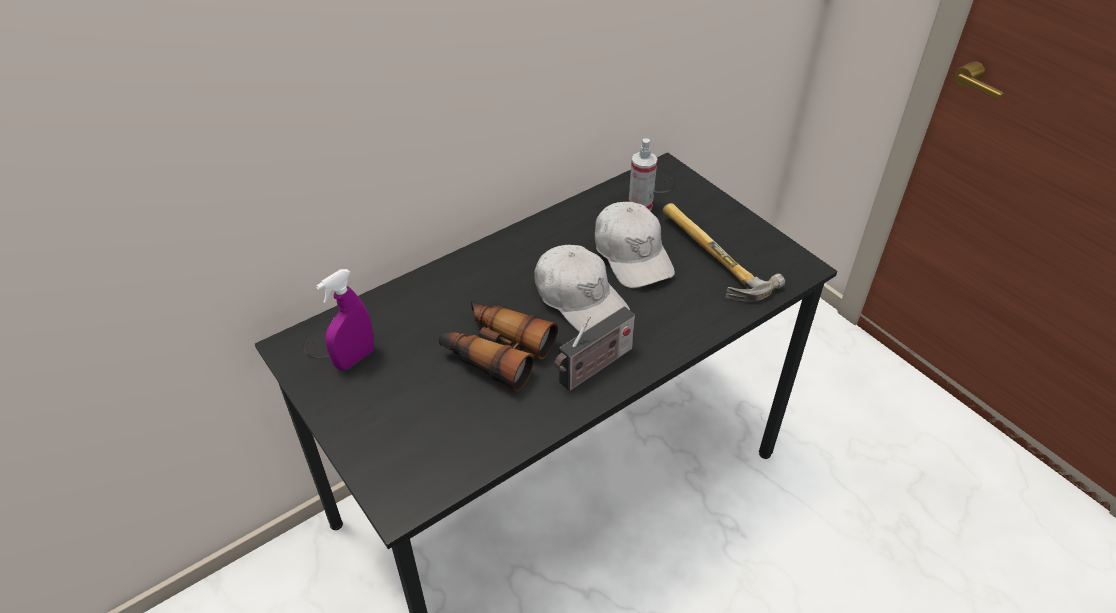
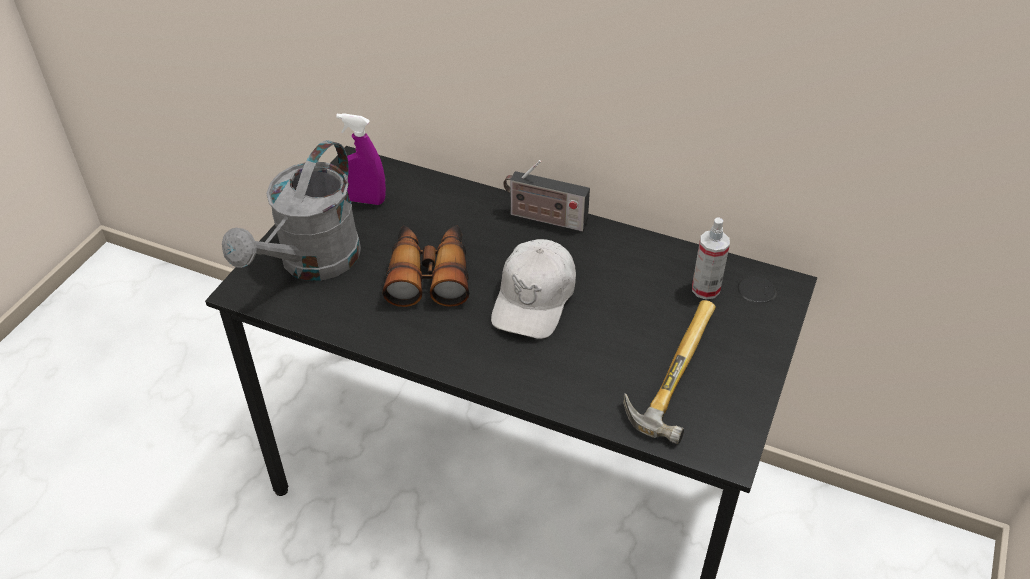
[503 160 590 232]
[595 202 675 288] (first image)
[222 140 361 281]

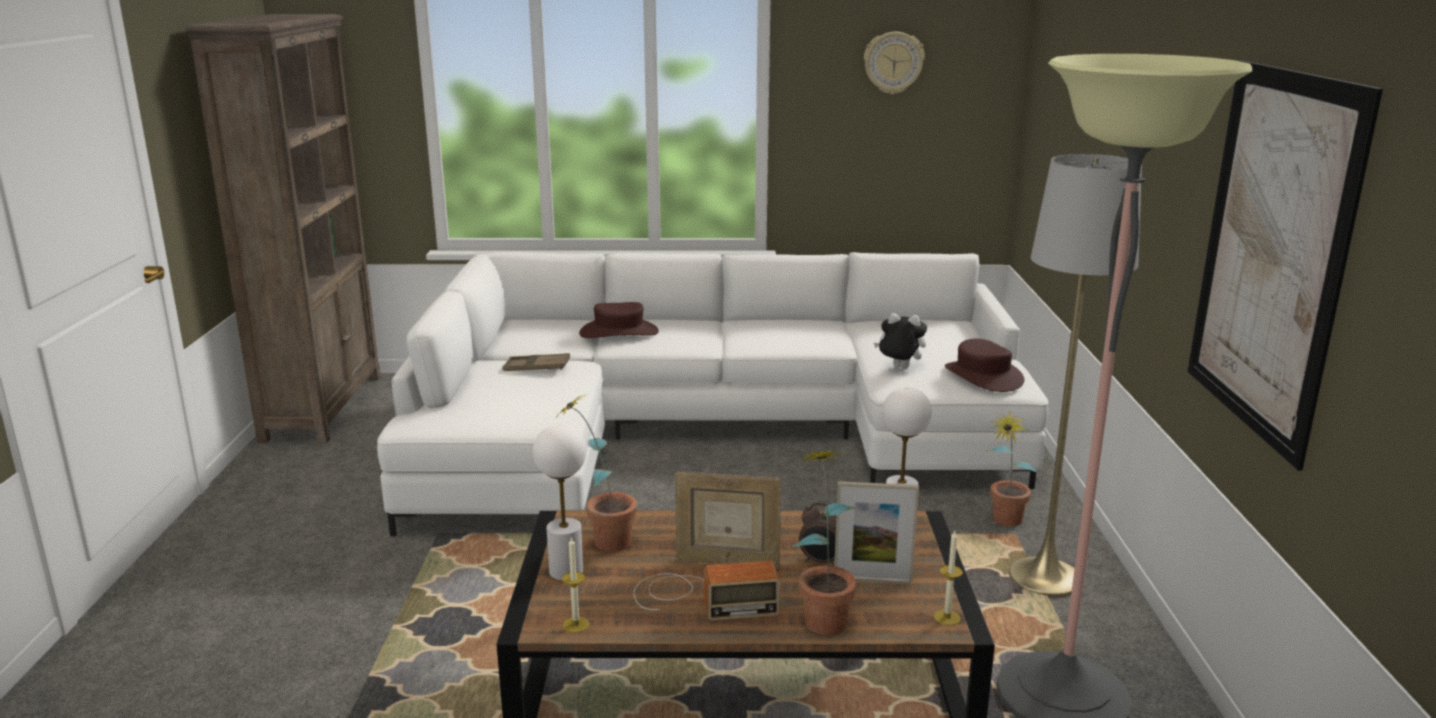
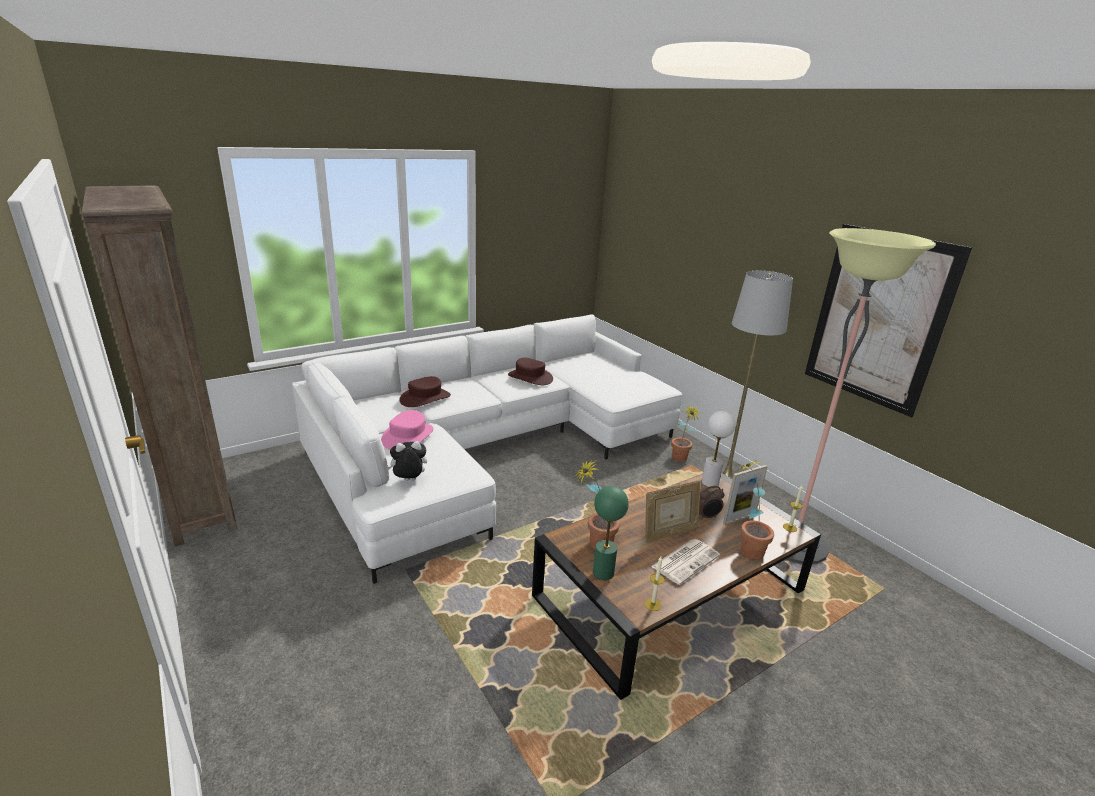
[381 410 434 450]
[593 486 629 580]
[651 539 720 585]
[864 31 925 95] (first image)
[387 441 427 481]
[508 358 553 385]

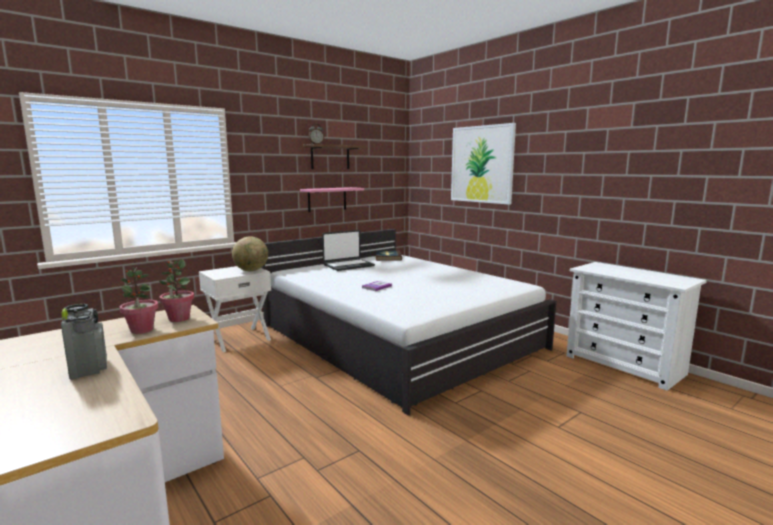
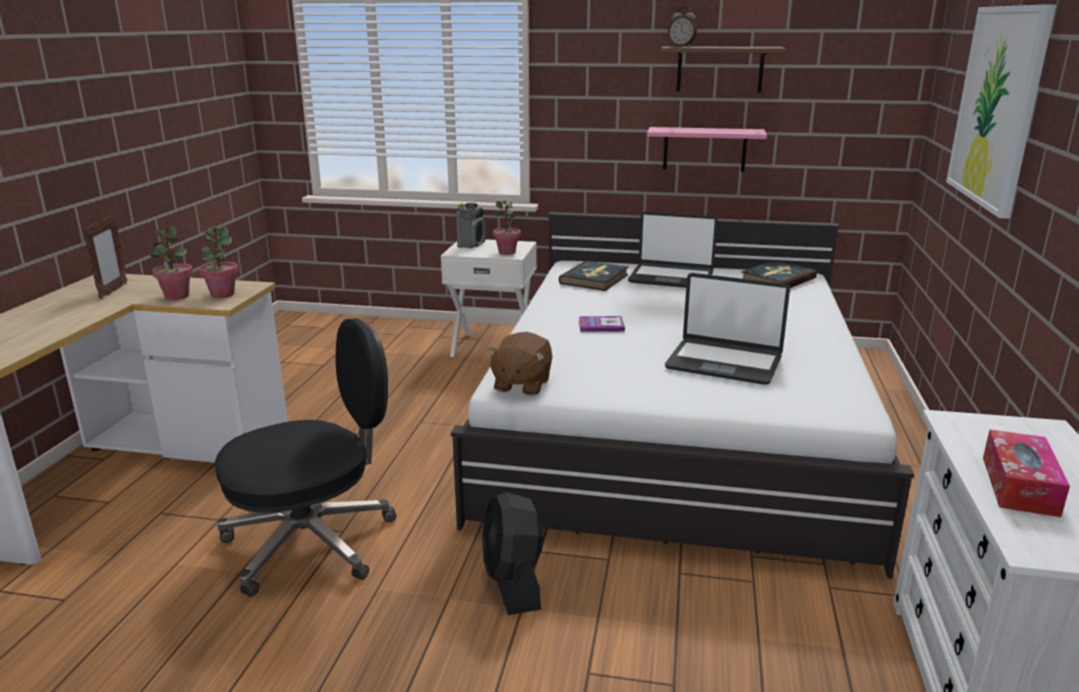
[456 203 486 248]
[493 200 521 255]
[83 214 128 299]
[215 318 396 597]
[482 492 544 615]
[487 332 553 396]
[559 261 628 291]
[665 273 790 385]
[983 429 1070 517]

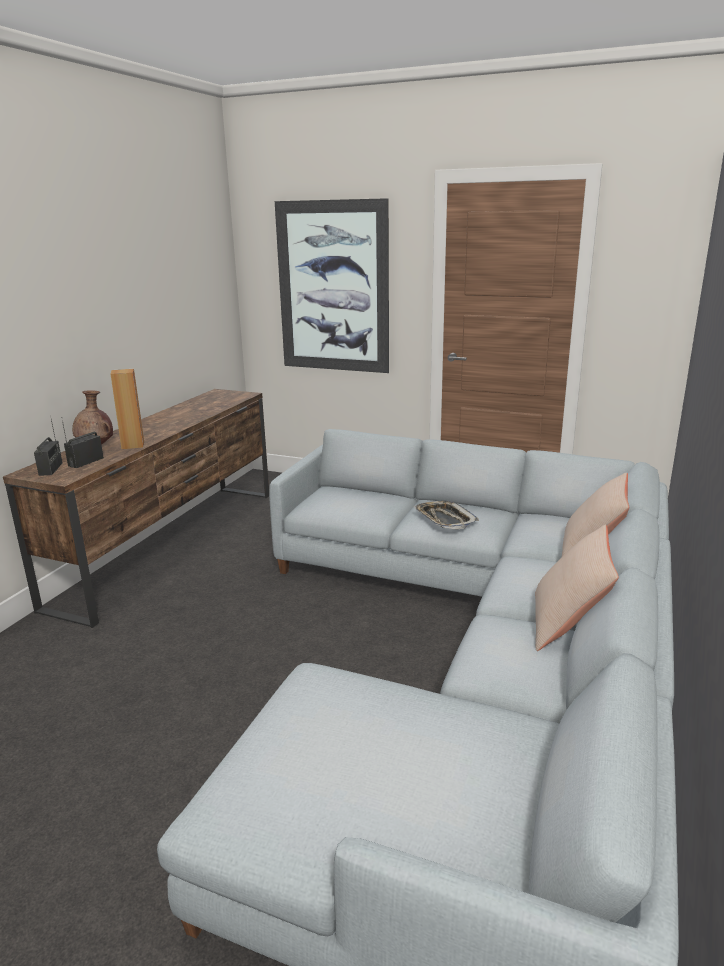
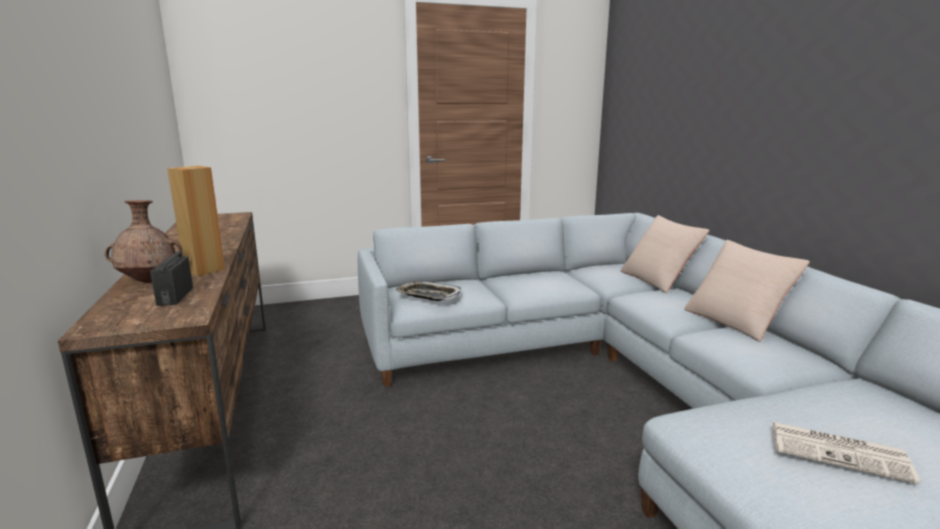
[34 416 63 476] (first image)
[275 198 389 373] (first image)
[396 281 462 301]
[772 422 920 484]

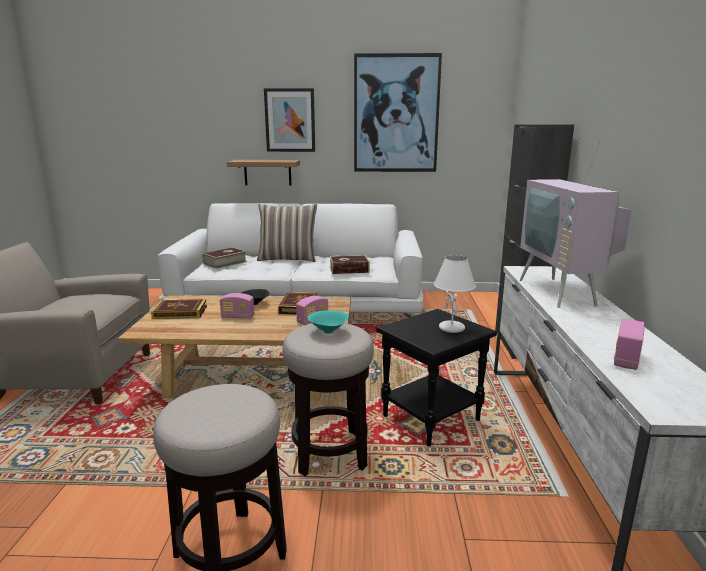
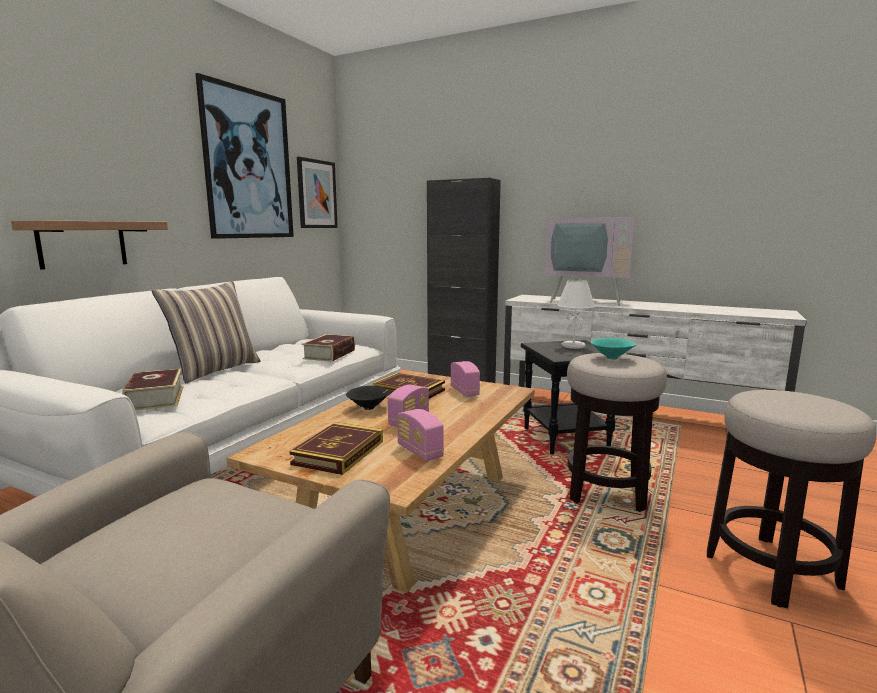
[297 157 338 228]
[397 409 444 461]

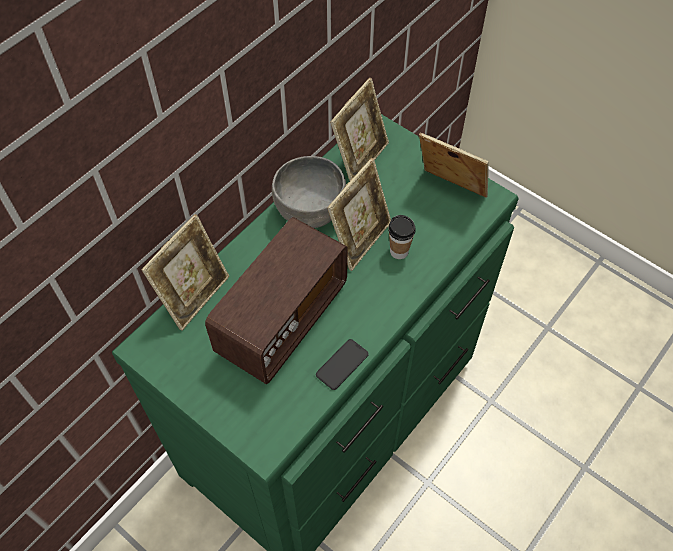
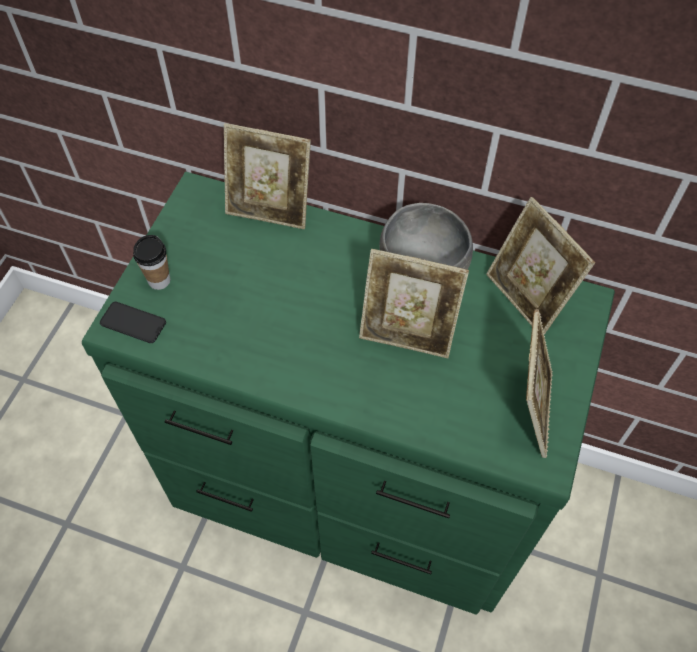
[205 217 348 384] (first image)
[100 302 166 343]
[486 197 595 335]
[133 235 170 290]

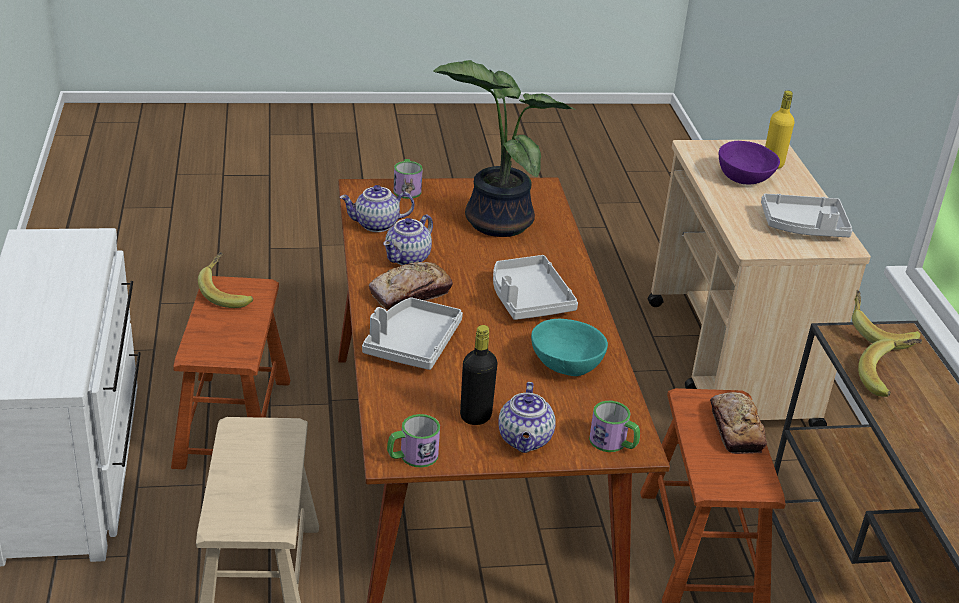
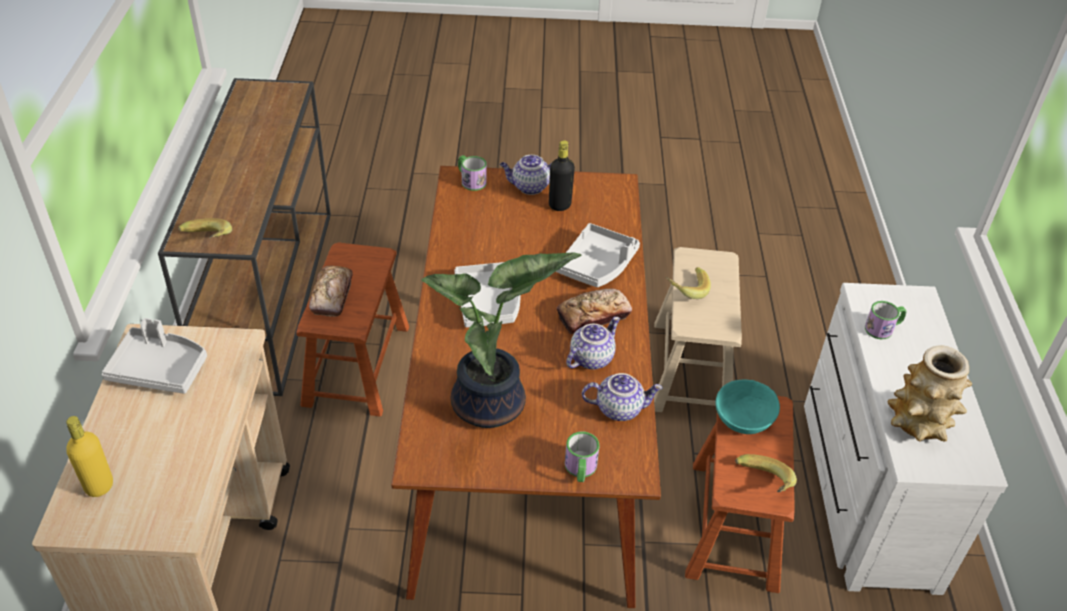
[865 301 907 340]
[500 155 552 195]
[716 380 780 434]
[719 141 780 184] (first image)
[666 267 711 299]
[887 345 972 442]

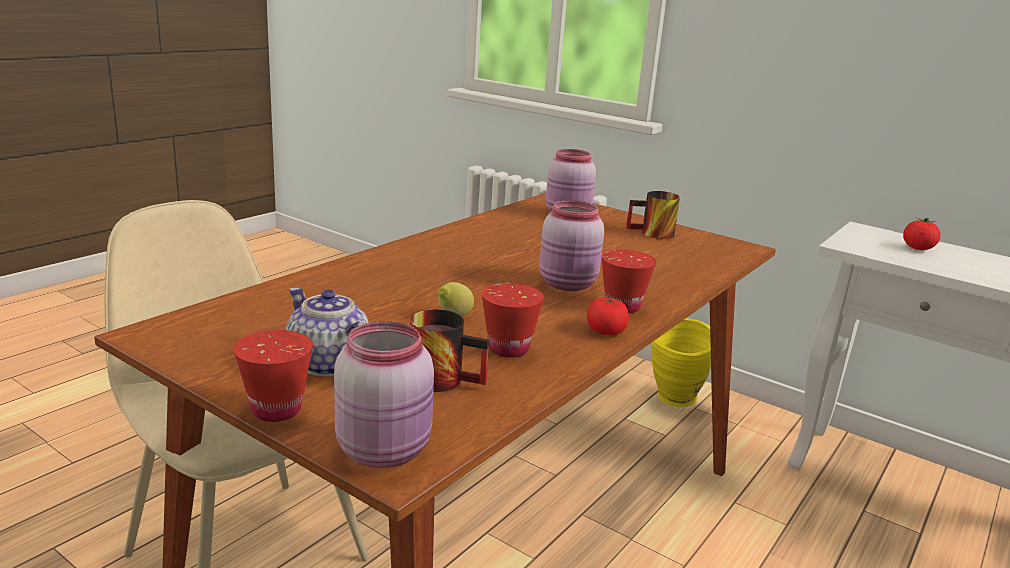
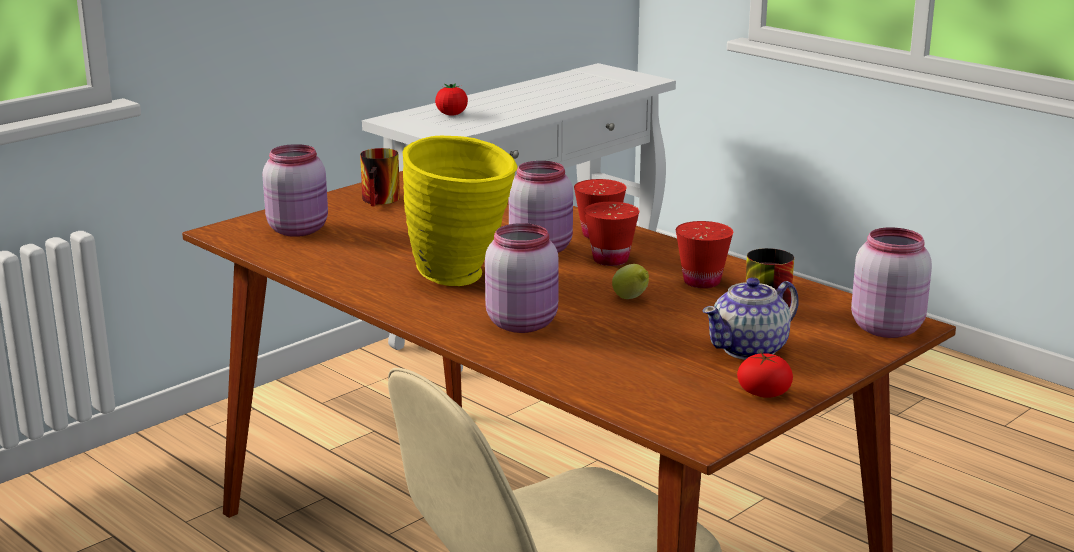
[584 202 639 266]
[737 353 793 398]
[403 136 518 286]
[485 223 559 333]

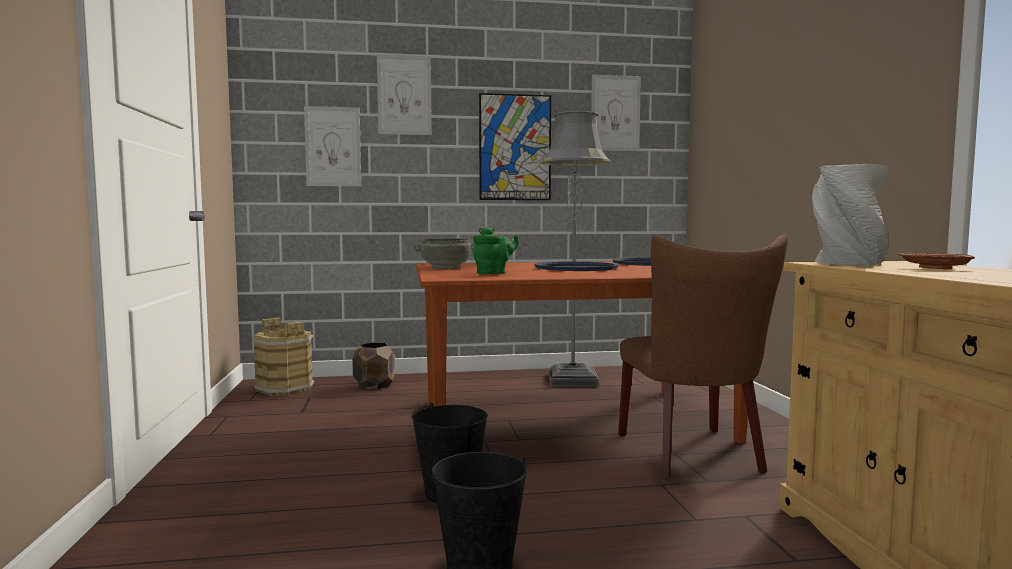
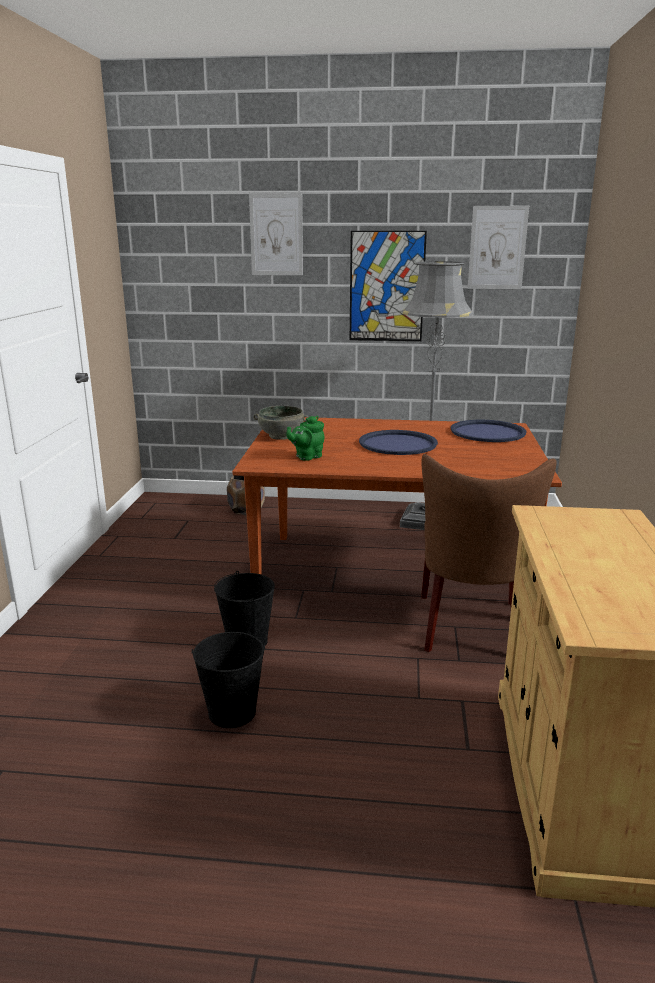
[252 318 314 396] (first image)
[304 106 361 186] (first image)
[286 416 324 461]
[812 164 889 266] (first image)
[899 253 975 270] (first image)

